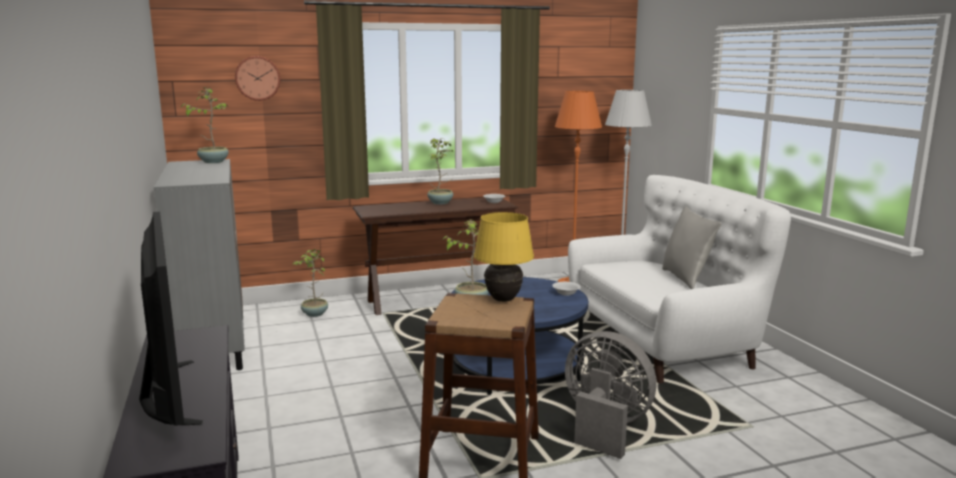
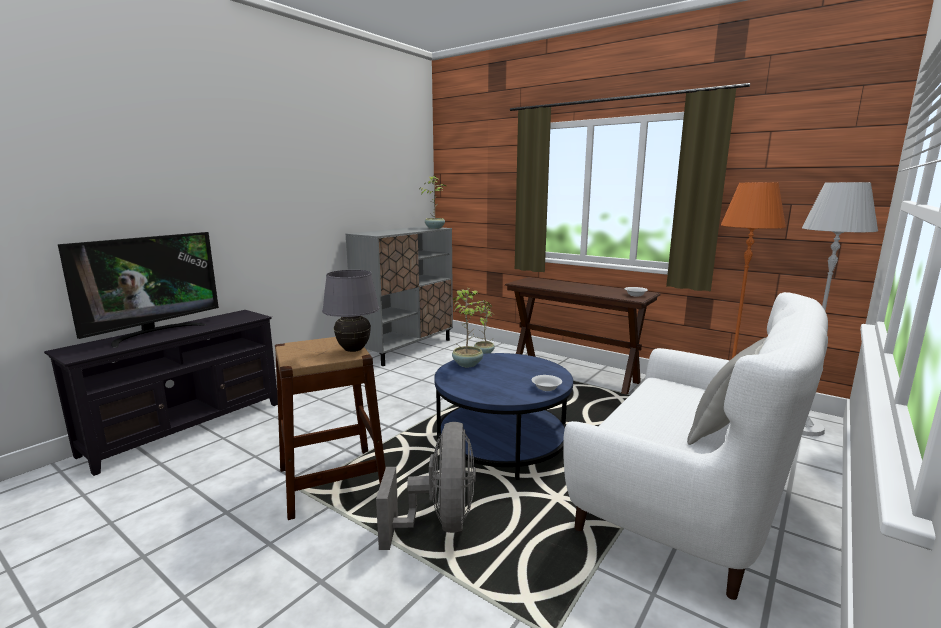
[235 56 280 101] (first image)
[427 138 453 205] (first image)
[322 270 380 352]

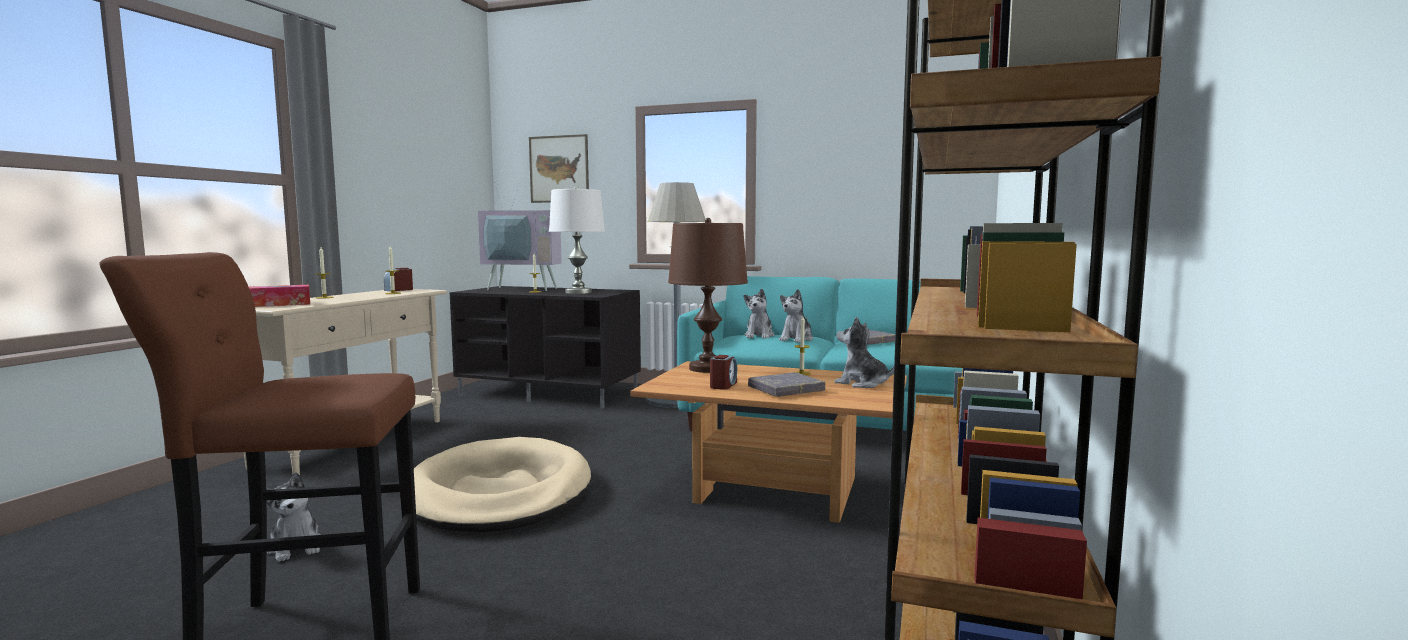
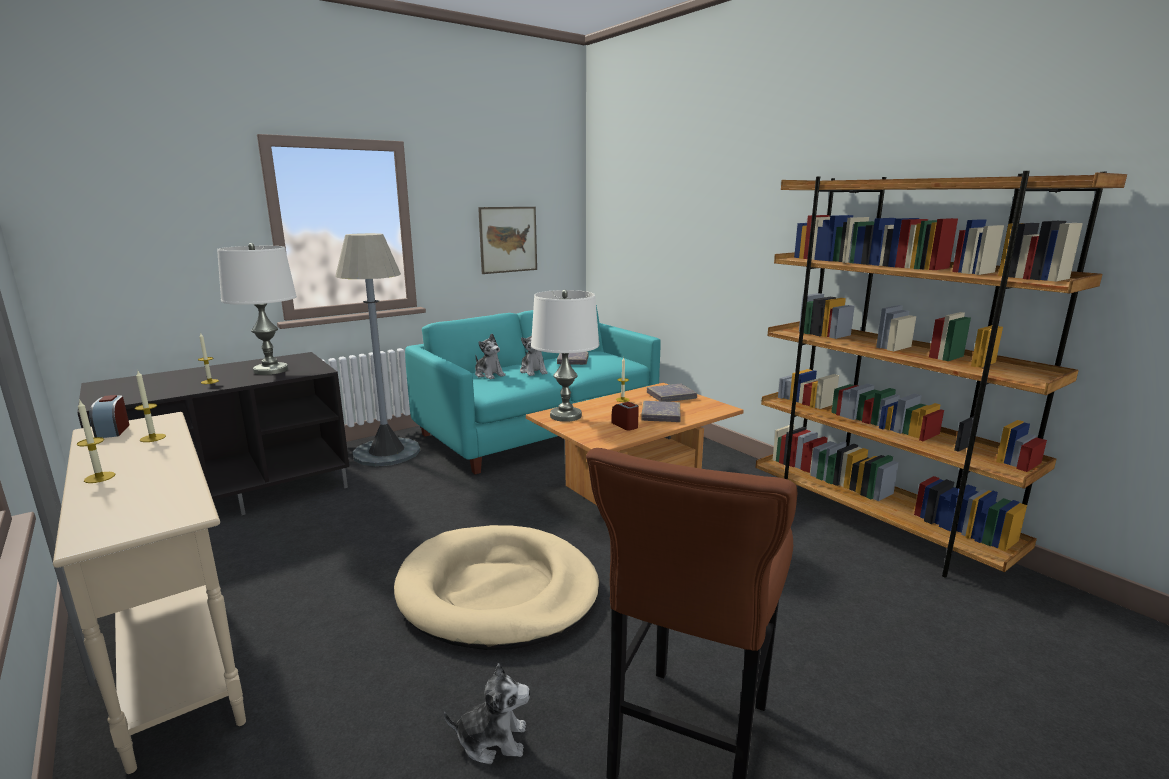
[249 285 310 307] (first image)
[478 181 562 291] (first image)
[478 207 537 274]
[531 290 599 422]
[647 384 697 402]

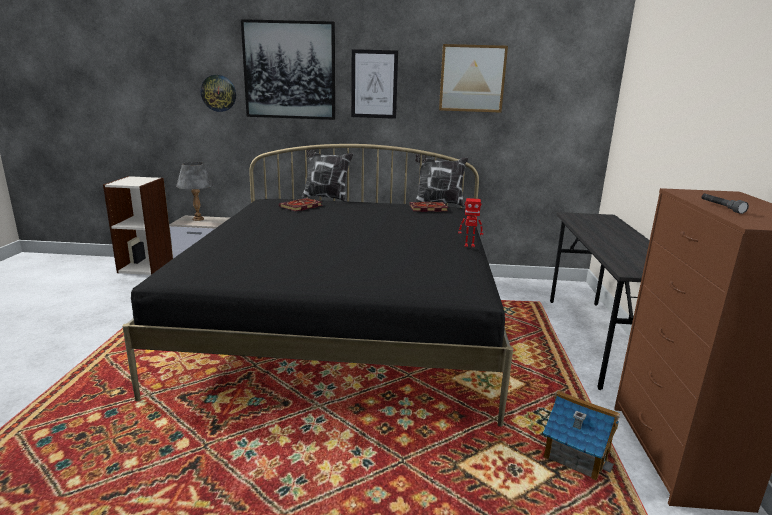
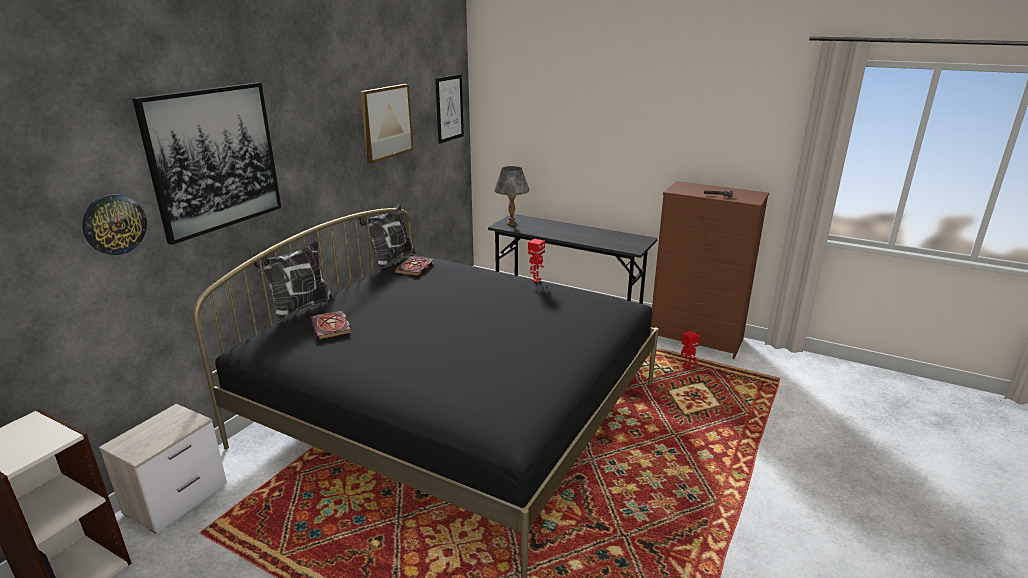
[494 166 529 226]
[435 74 464 144]
[680 330 700 371]

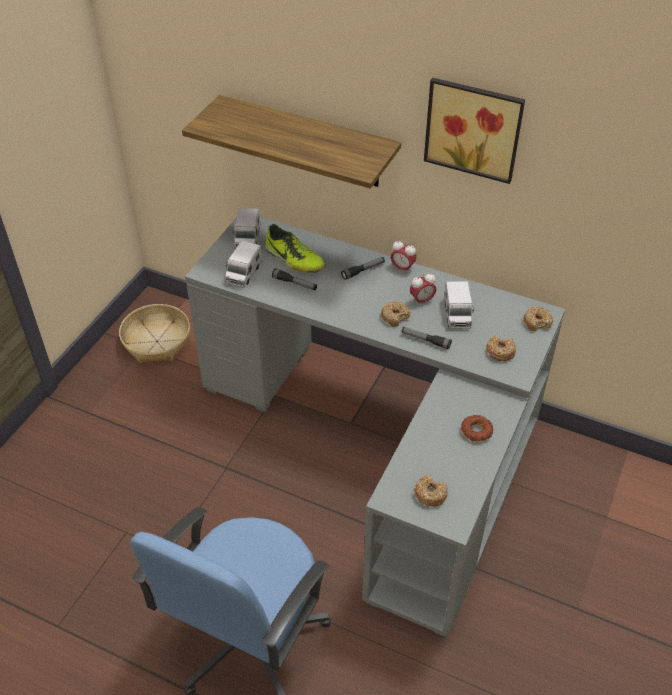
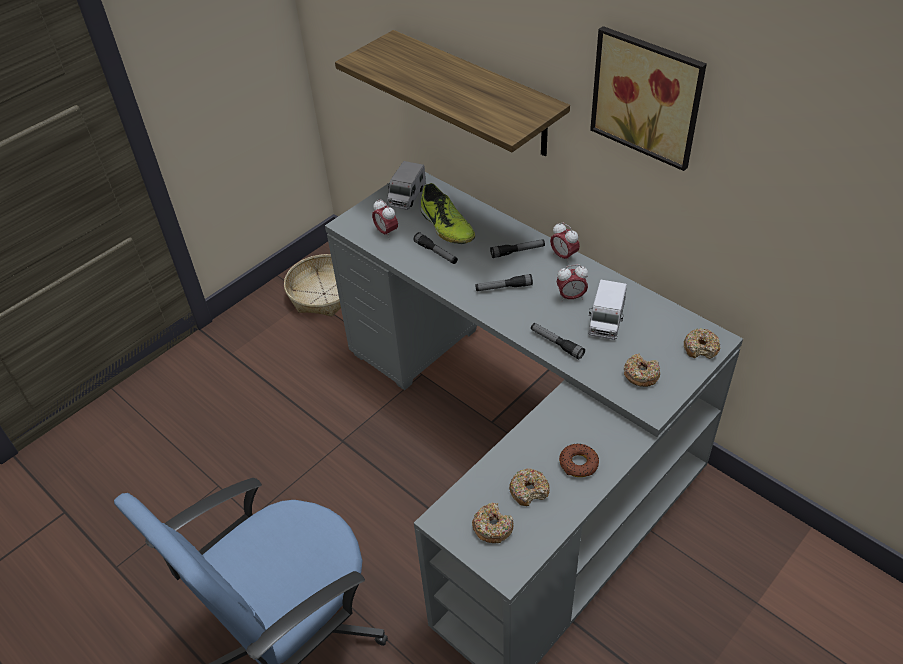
[372 199 398 239]
[509 468 550 506]
[475 274 533 291]

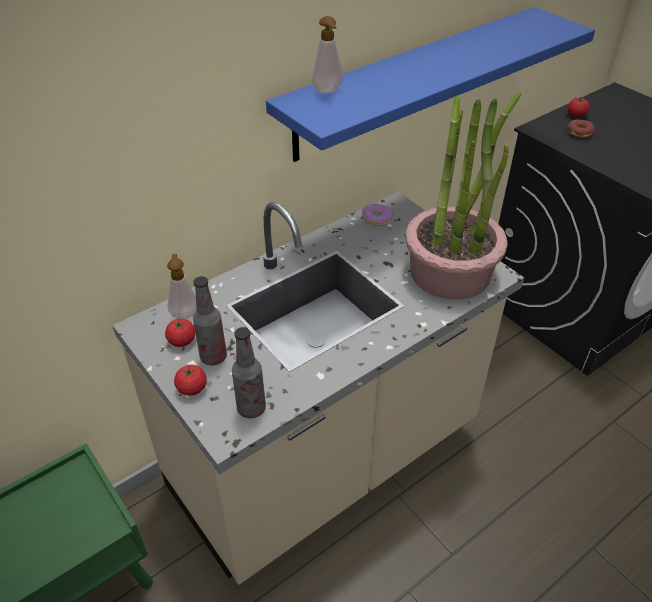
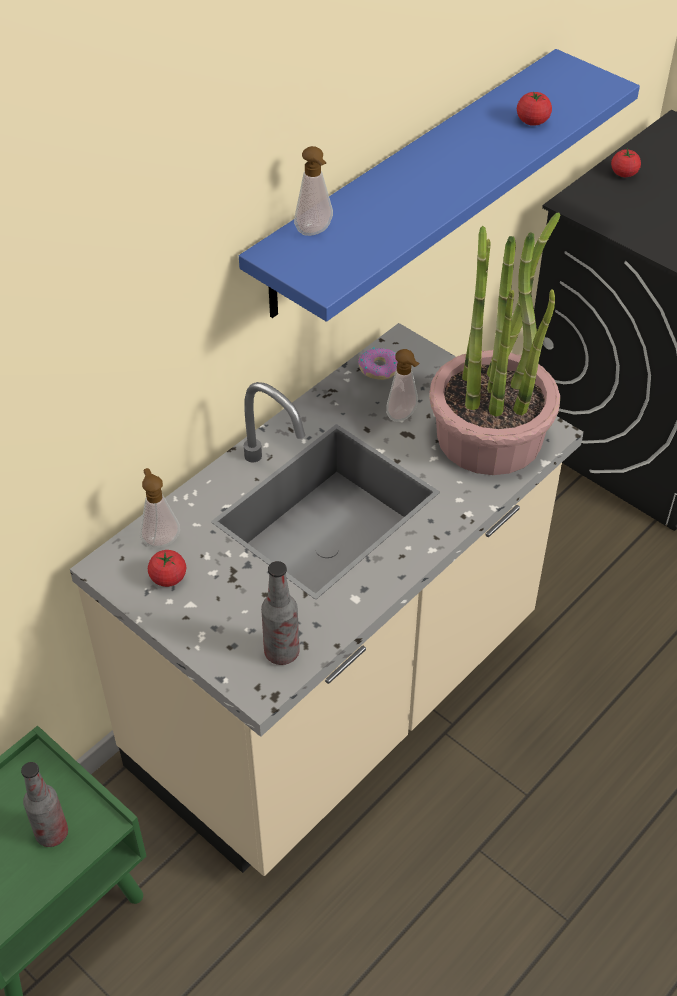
[517 92 552 126]
[21 762 68 847]
[567 119 595 138] (first image)
[386 349 420 422]

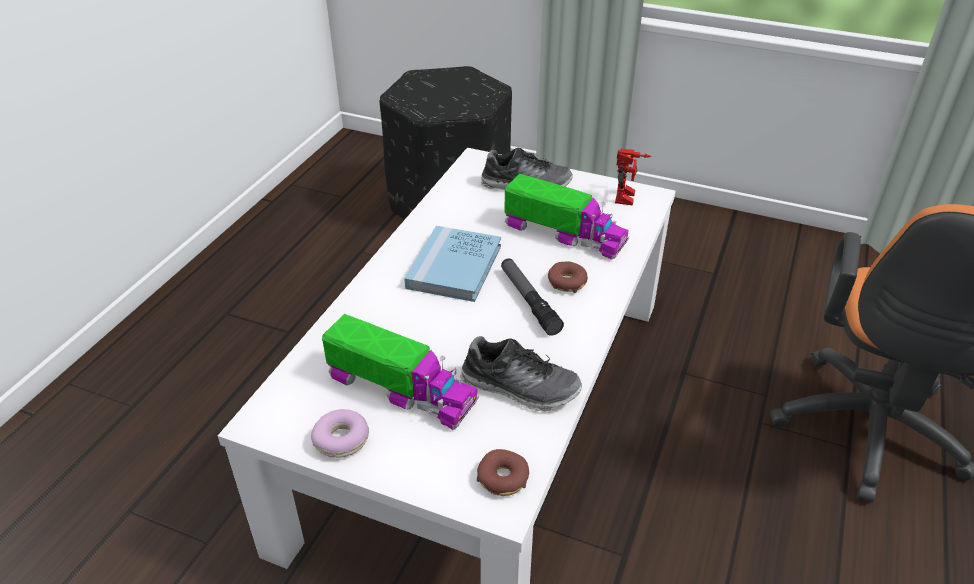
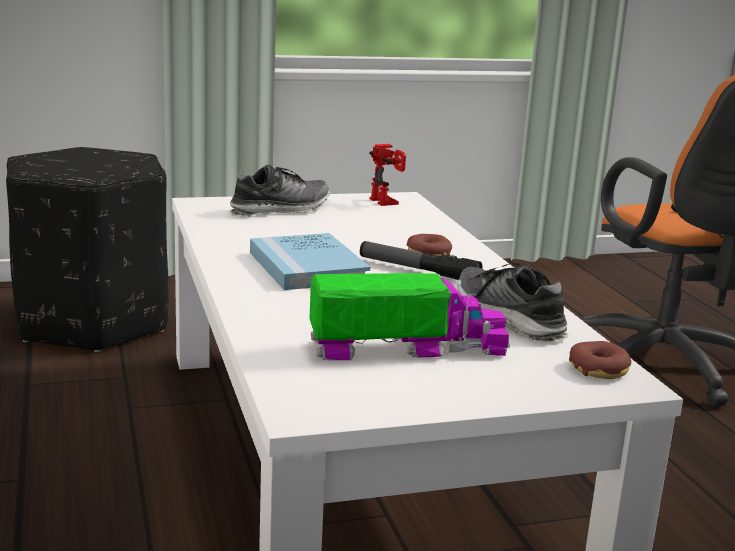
[311 409 369 458] (first image)
[457 263 569 342]
[504 173 629 260] (first image)

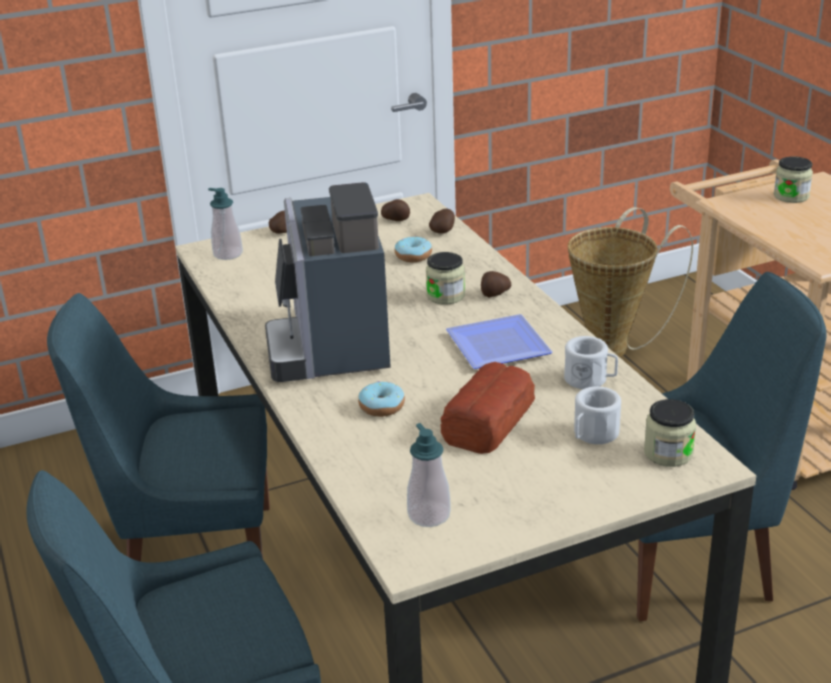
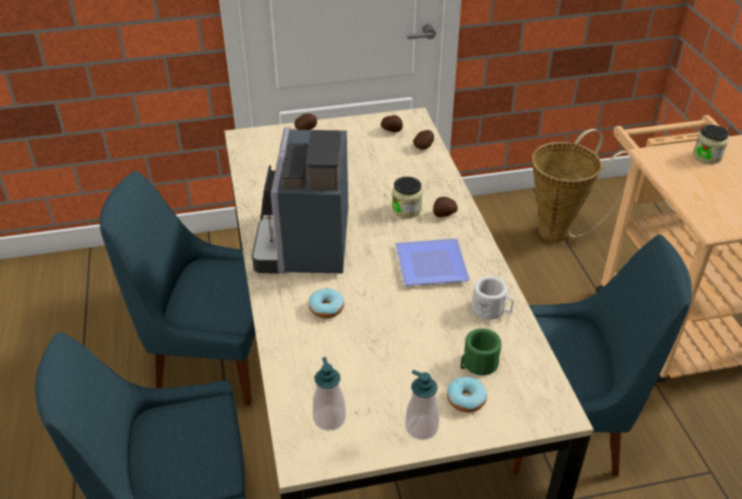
[405 370 439 440]
[447 377 487 412]
[440 362 535 454] (first image)
[460 328 502 375]
[644 399 696 467] (first image)

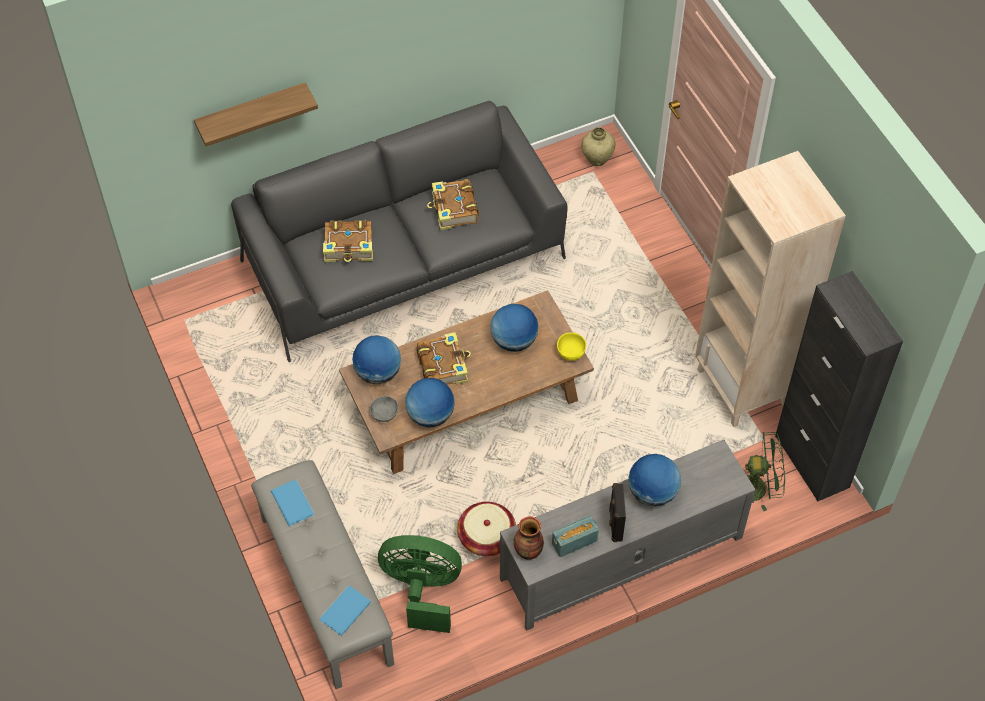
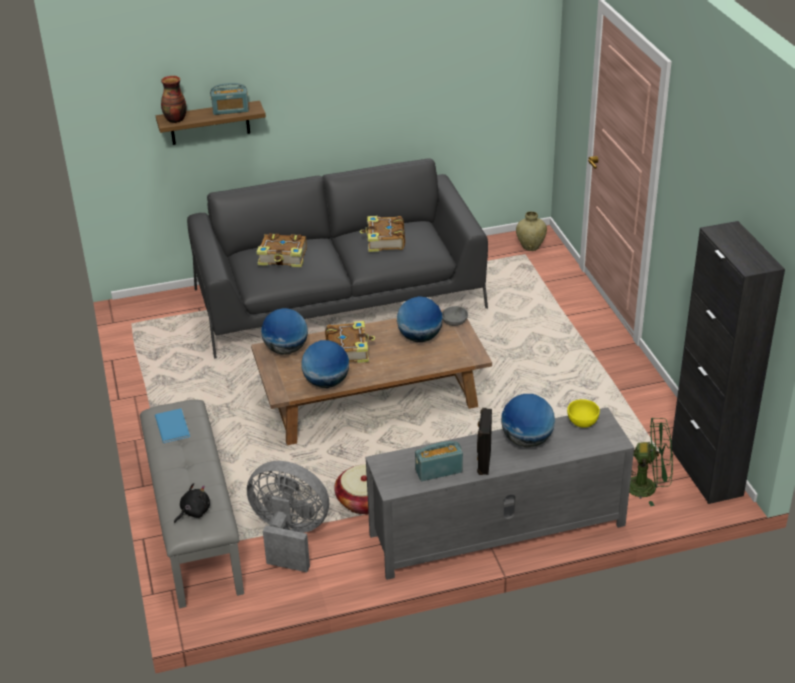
[174 483 210 524]
[442 306 468 326]
[247 461 329 572]
[161 76 186 123]
[567 399 600 428]
[695 151 846 427] (first image)
[210 83 249 115]

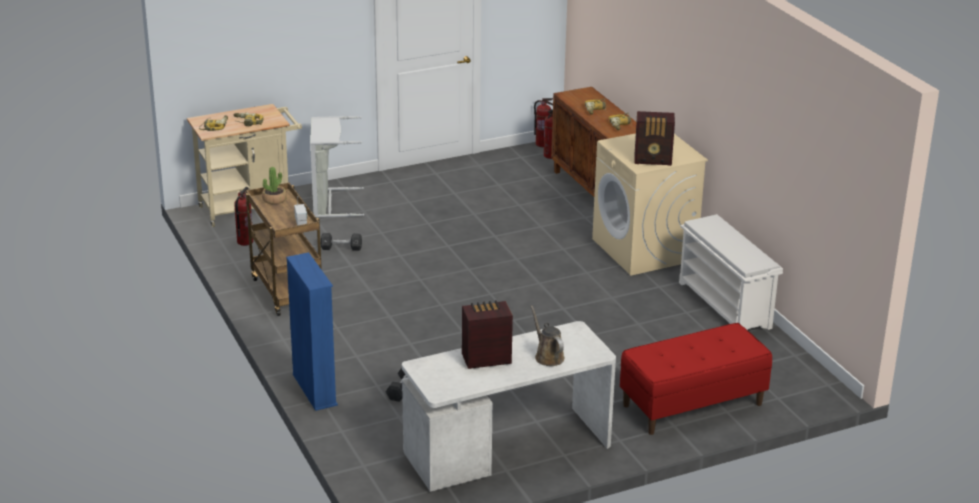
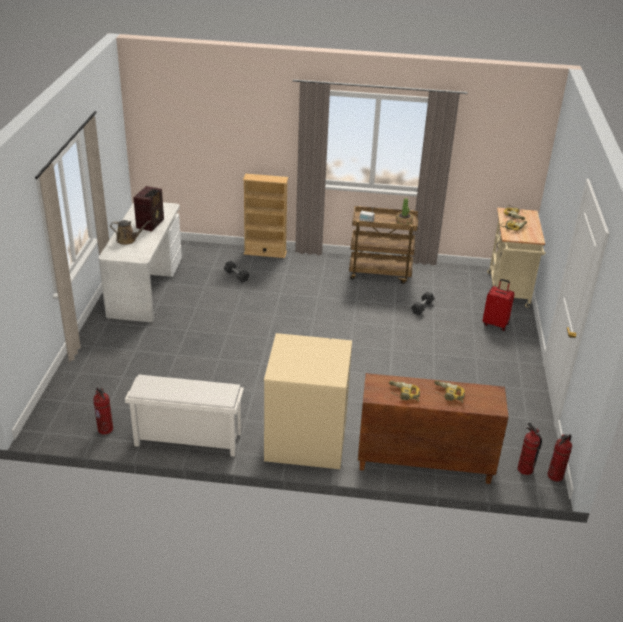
[93 387 113 435]
[243 174 288 258]
[483 279 515 331]
[620 323 772 435] (first image)
[635 111 675 166] (first image)

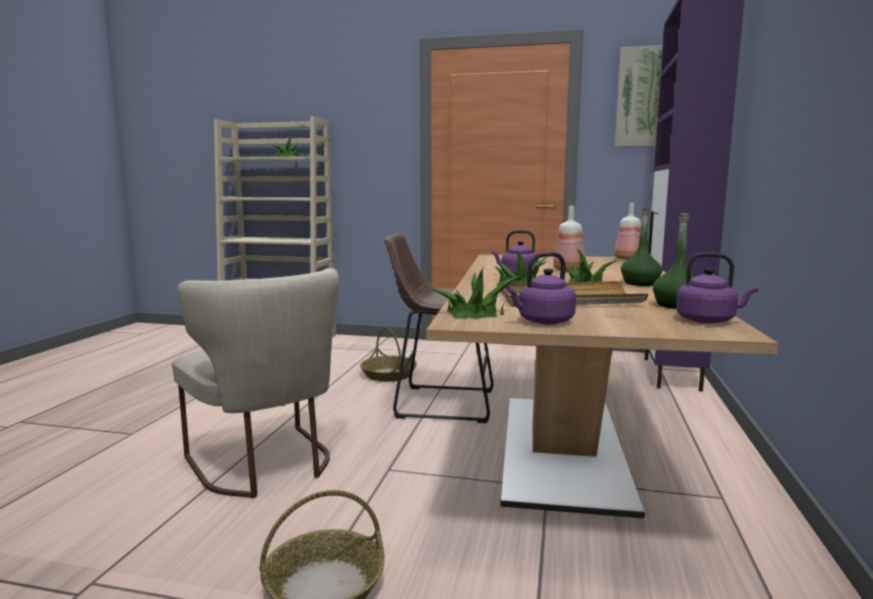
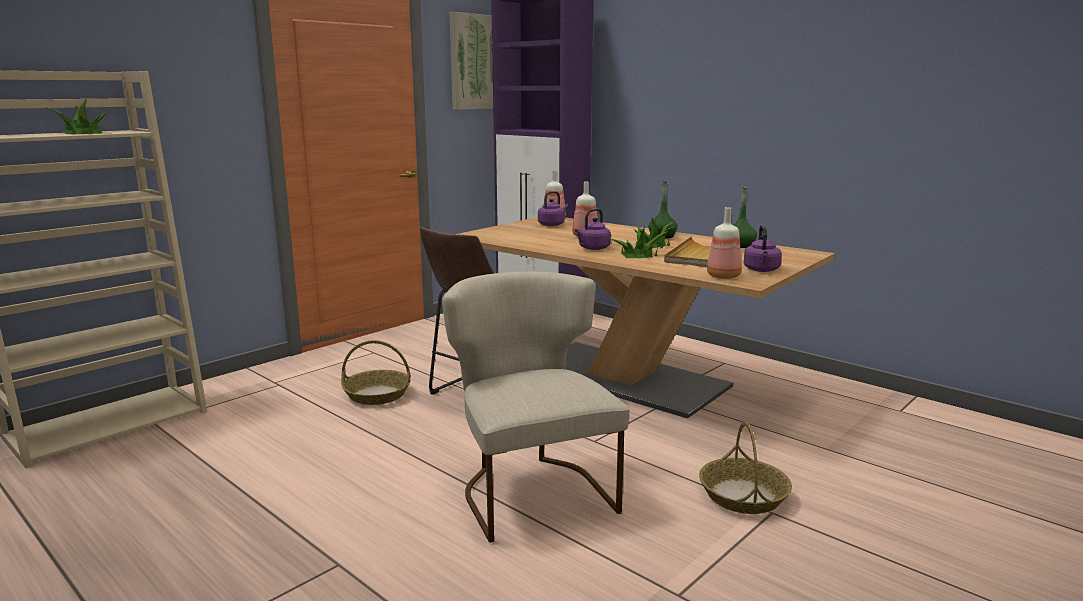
[442 272 630 543]
[707 207 742 279]
[538 191 568 226]

